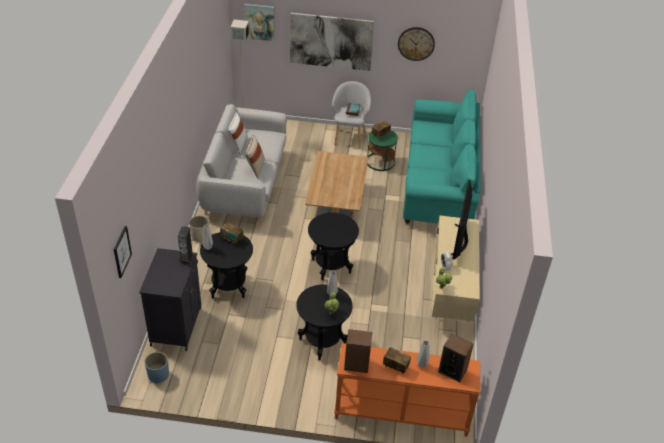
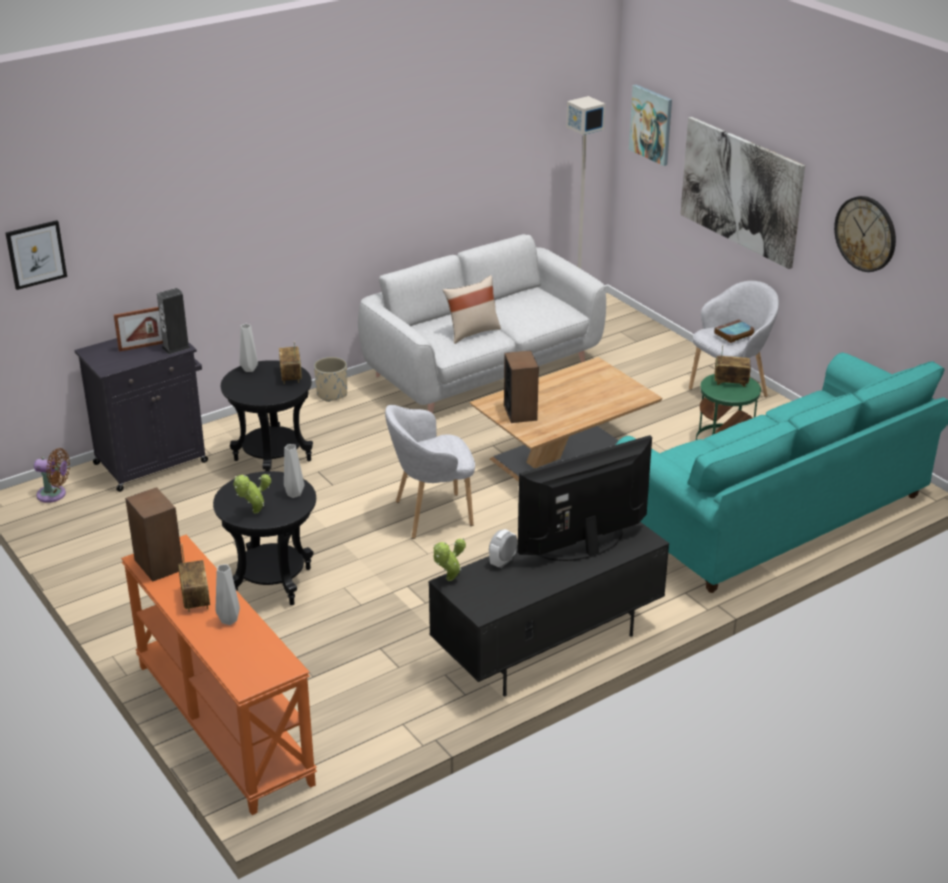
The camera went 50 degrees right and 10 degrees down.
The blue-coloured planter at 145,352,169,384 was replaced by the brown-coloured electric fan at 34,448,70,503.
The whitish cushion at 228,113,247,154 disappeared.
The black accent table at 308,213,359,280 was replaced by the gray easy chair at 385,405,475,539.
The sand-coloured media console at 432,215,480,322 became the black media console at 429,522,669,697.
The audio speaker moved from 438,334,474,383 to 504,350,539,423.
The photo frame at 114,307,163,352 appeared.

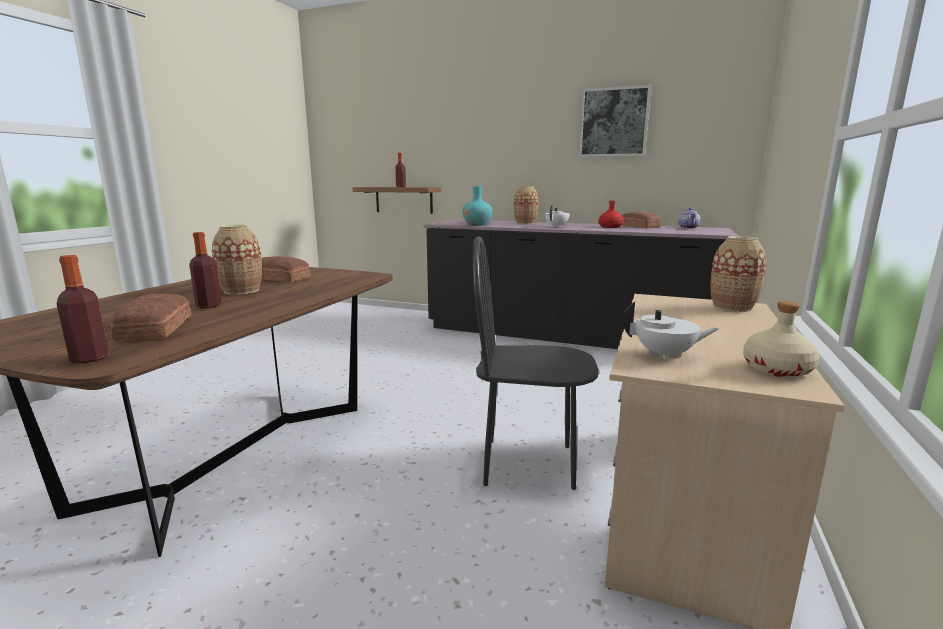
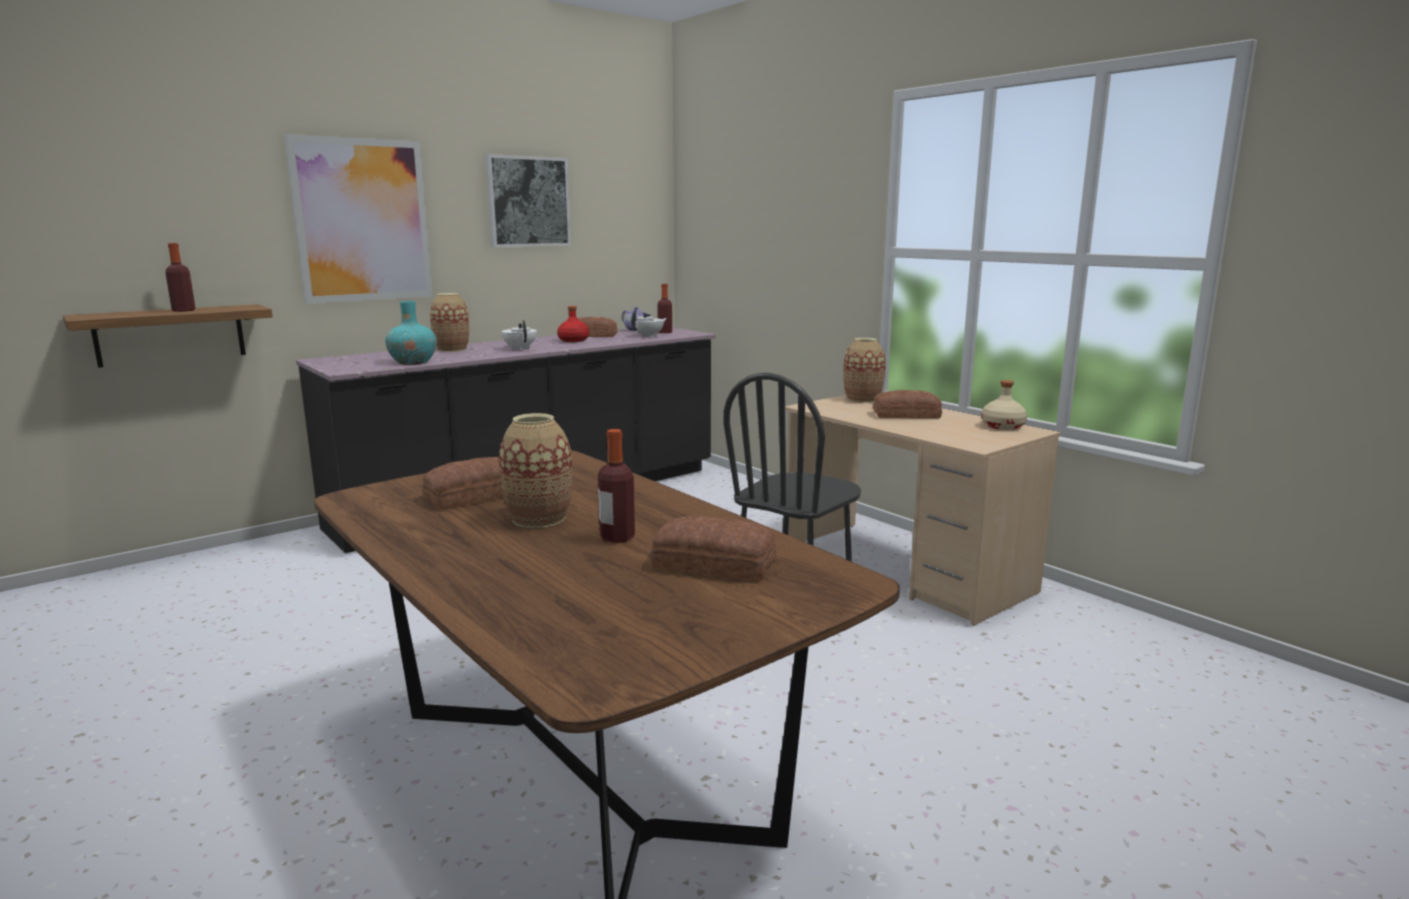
The camera went 60 degrees left and 0 degrees up.
The beverage bottle moved from 57,255,109,363 to 657,284,672,333.
The whitish teapot moved from 623,302,719,361 to 631,310,667,337.
The wall art at 284,134,433,304 appeared.
The baked bread at 873,390,942,419 appeared.

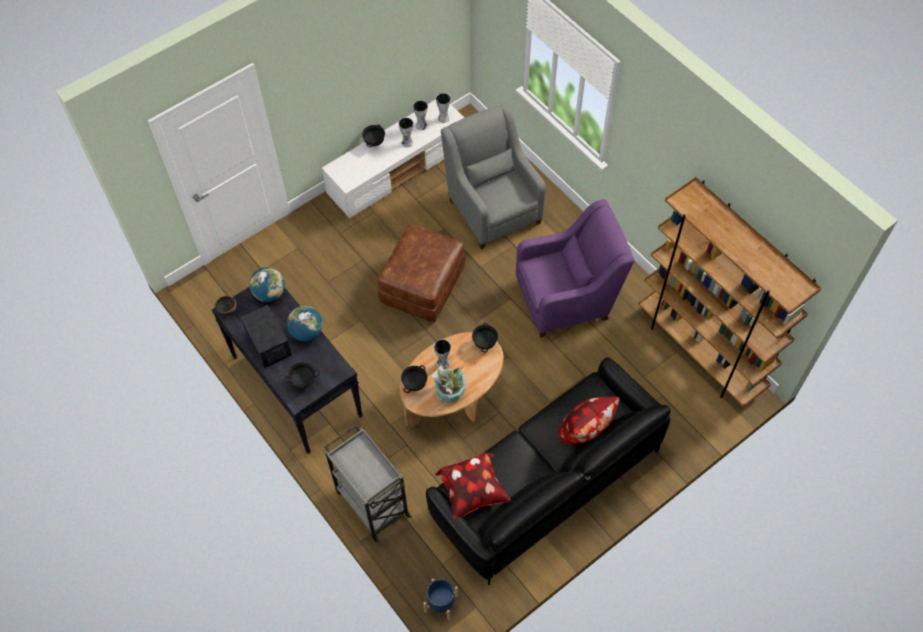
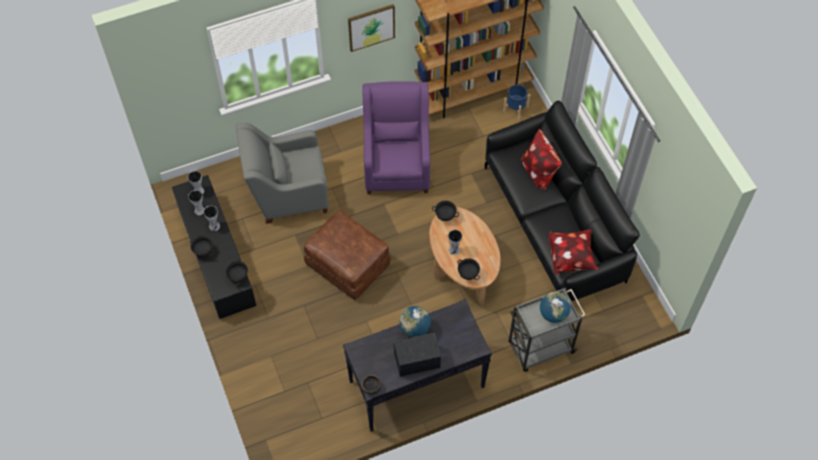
The camera went 75 degrees left and 0 degrees up.
The desk globe moved from 249,267,285,302 to 540,292,571,323.
The black deep dish moved from 284,362,320,389 to 226,259,248,285.
The whitish media console at 322,100,464,218 became the black media console at 172,175,256,319.
The blue-coloured planter moved from 423,579,458,620 to 503,85,530,119.
The plant in a pot at 431,365,466,403 disappeared.
The wall art at 348,4,395,52 appeared.

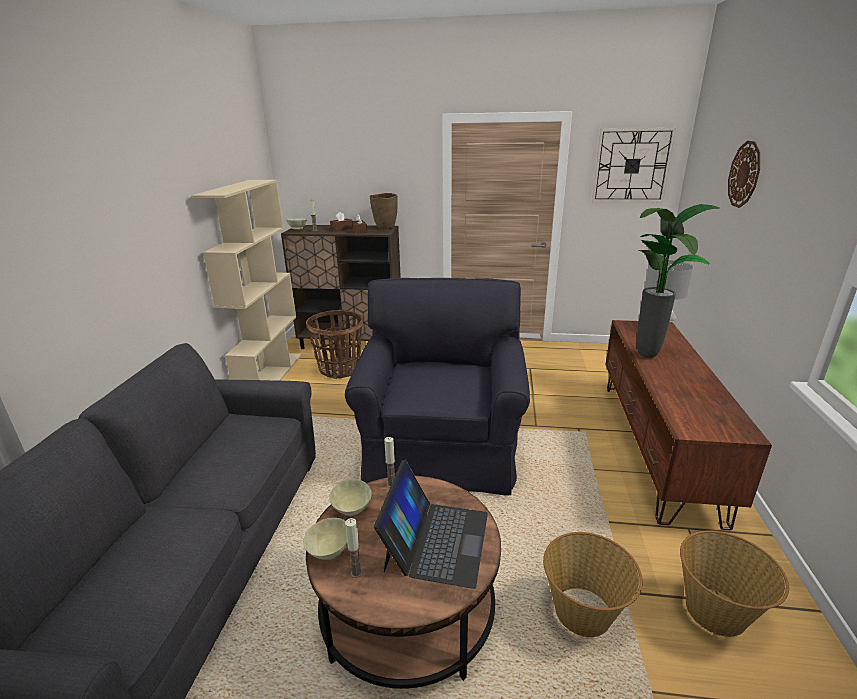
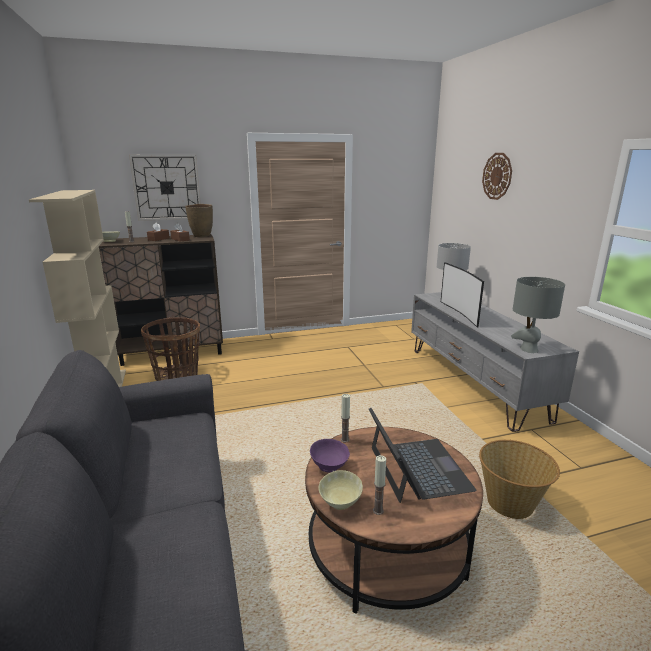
The camera went 25 degrees left and 5 degrees down.
The sand-coloured deep dish at 329,479,372,516 became the purplish deep dish at 310,439,350,472.
The black easy chair at 345,278,530,495 disappeared.
The wall clock moved from 592,128,676,202 to 129,155,201,221.
The brown-coloured media console at 606,320,772,530 became the gray media console at 411,292,579,432.
The plant in a pot at 637,204,720,358 was replaced by the television at 441,262,484,328.
The basket at 680,531,789,637 disappeared.
The gray tabletop lamp at 511,277,565,353 appeared.

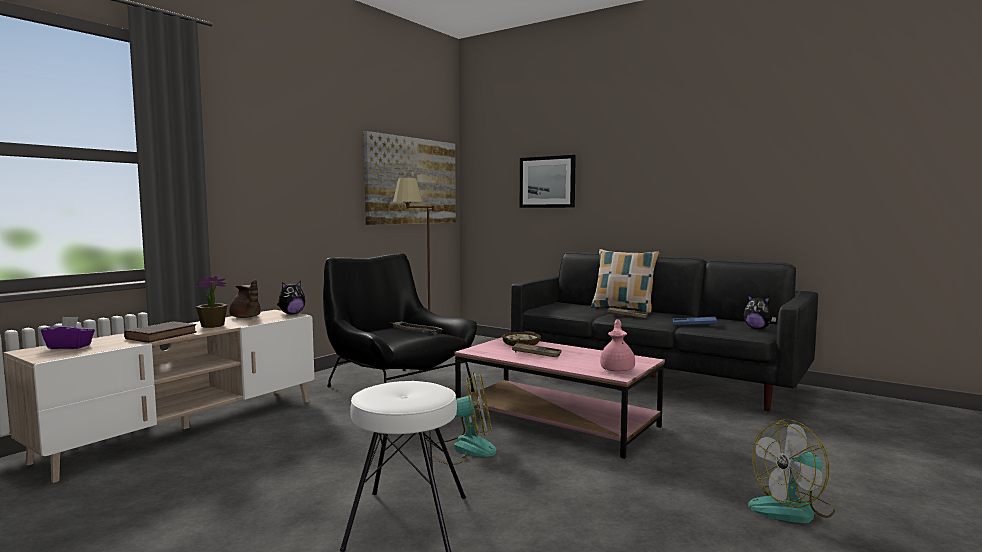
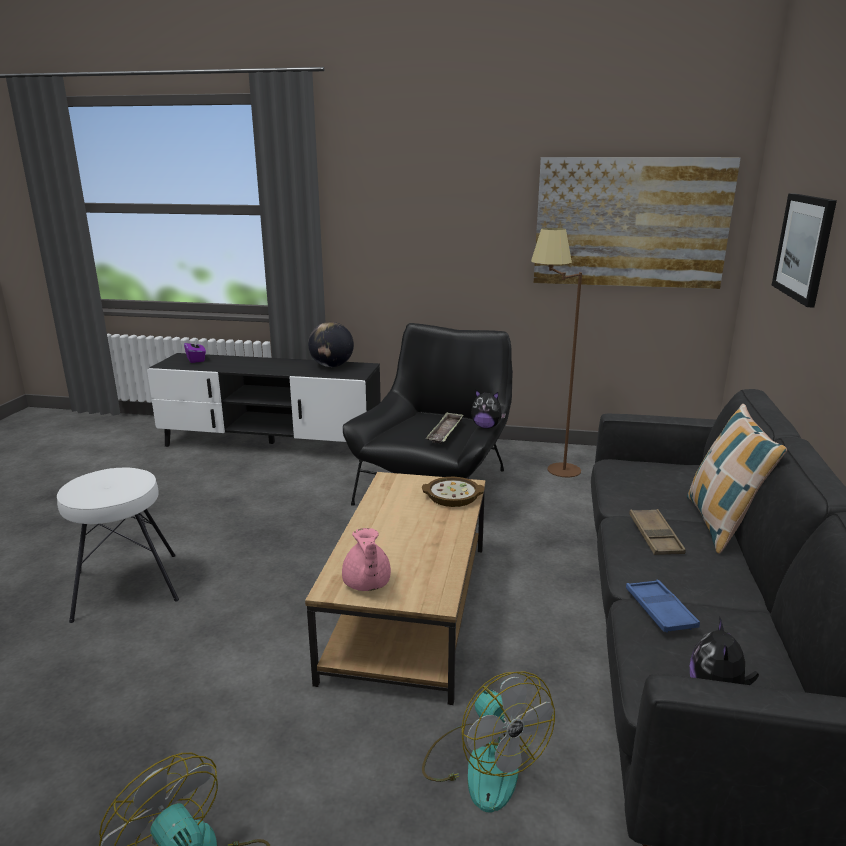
The camera went 65 degrees right and 15 degrees up.
The sand-coloured media console at 3,310,314,483 became the black media console at 147,353,381,461.
The brown-coloured volume at 124,321,197,343 disappeared.
The plant in a pot at 196,276,227,328 disappeared.
The brown-coloured teapot at 229,280,261,318 was replaced by the desk globe at 308,322,354,367.
The plush toy moved from 277,281,305,315 to 471,390,506,428.
The electric fan moved from 432,372,497,465 to 422,671,555,812.
The pinkish lounge table at 454,337,665,459 became the brown-coloured lounge table at 305,472,486,705.
The brown-coloured serving tray at 512,343,561,357 disappeared.
The pinkish teapot at 600,319,635,372 turned 90 degrees clockwise.

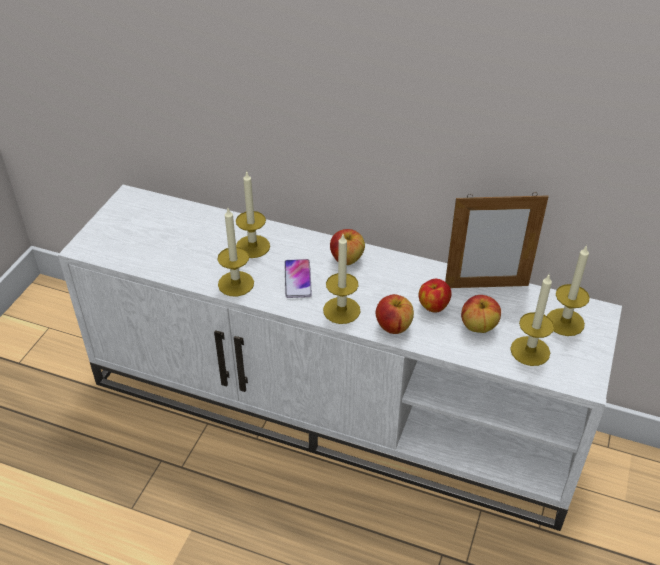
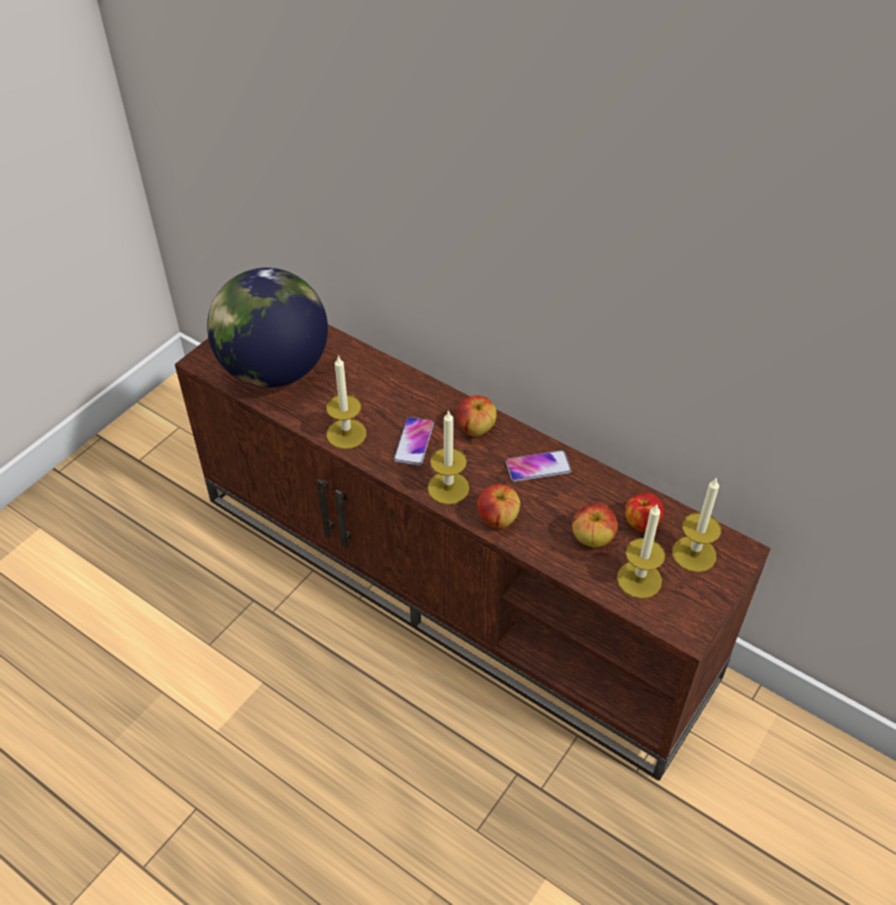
The camera went 15 degrees right and 5 degrees up.
The whitish media console at 58,185,622,531 became the brown-coloured media console at 175,325,771,781.
The wax light at 236,171,270,258 disappeared.
The apple fruit moved from 419,279,451,312 to 625,493,664,532.
The photo frame at 445,192,549,288 disappeared.
The desk globe at 207,268,328,388 appeared.
The telephone at 506,450,572,482 appeared.

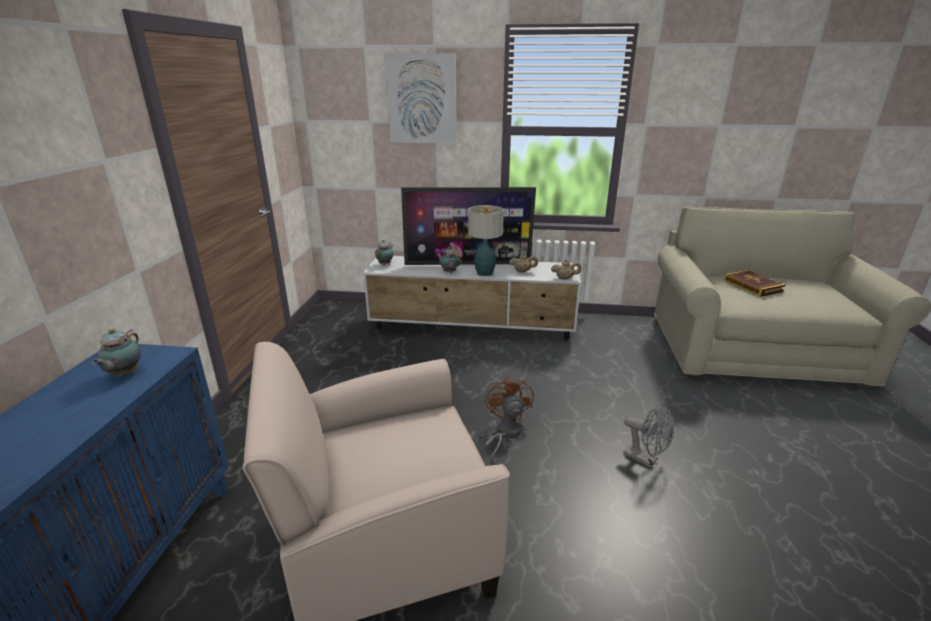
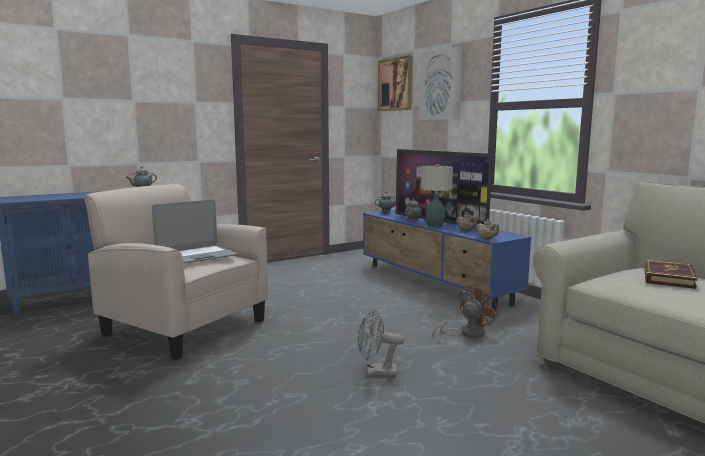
The camera went 50 degrees right and 15 degrees down.
The whitish media console at 363,256,581,340 became the blue-coloured media console at 363,210,532,311.
The brown-coloured electric fan moved from 485,376,534,458 to 432,283,498,338.
The gray electric fan at 623,404,674,468 turned 90 degrees clockwise.
The portable computer at 152,200,237,264 appeared.
The wall art at 378,55,412,111 appeared.

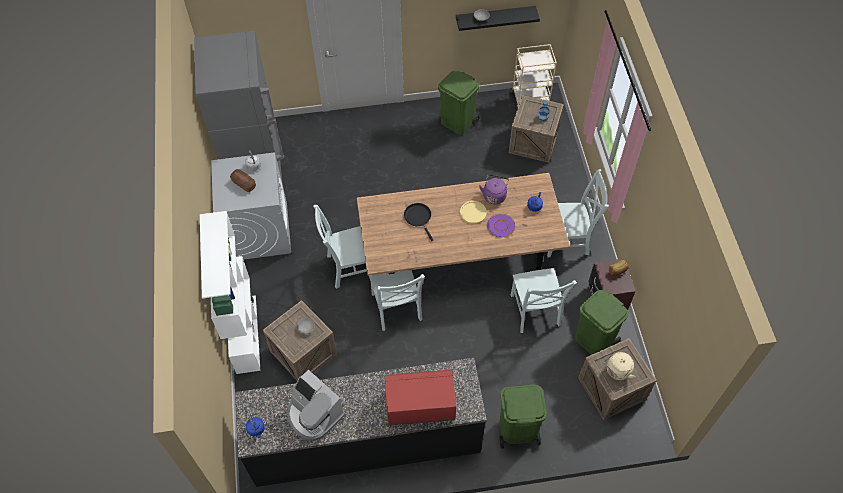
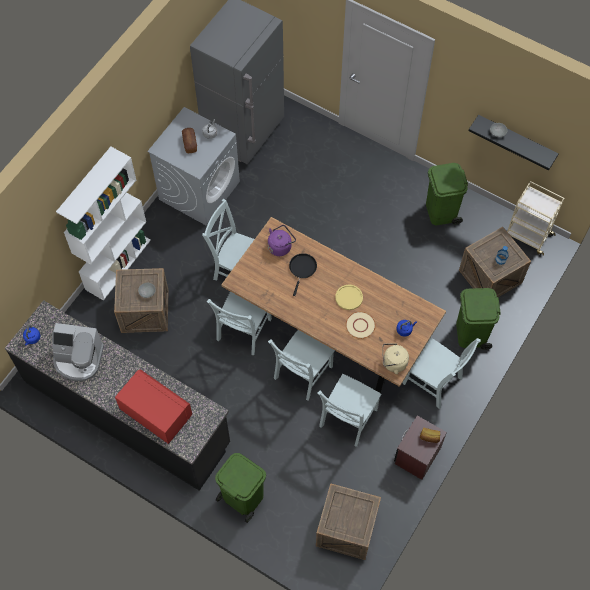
The camera went 40 degrees right and 5 degrees up.
The coffee maker at 287,370,344,441 turned 75 degrees counterclockwise.
The purplish tea kettle moved from 479,174,509,205 to 268,225,296,256.
The purplish plate at 487,214,516,238 became the sand-coloured plate at 346,312,376,339.
The green waste bin moved from 575,290,629,355 to 456,288,501,350.
The sand-coloured tea kettle moved from 604,352,636,380 to 382,343,409,374.
The gray chair at 268,330,335,401 appeared.

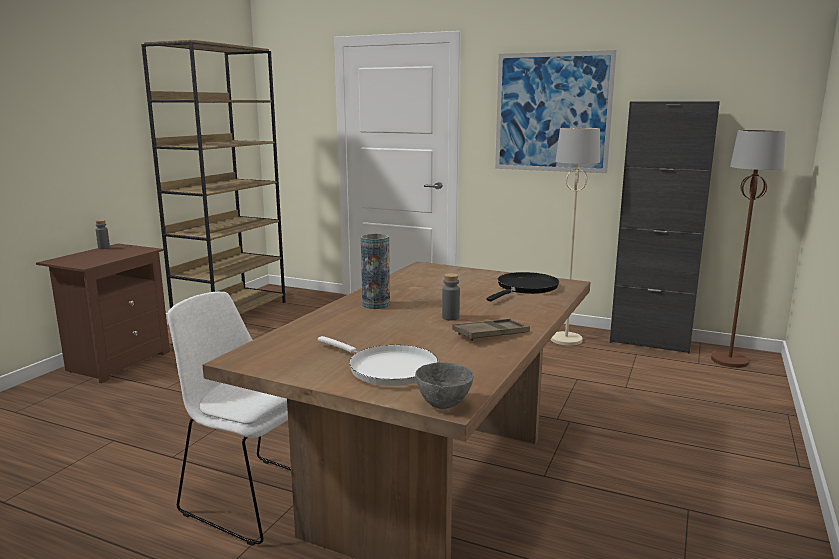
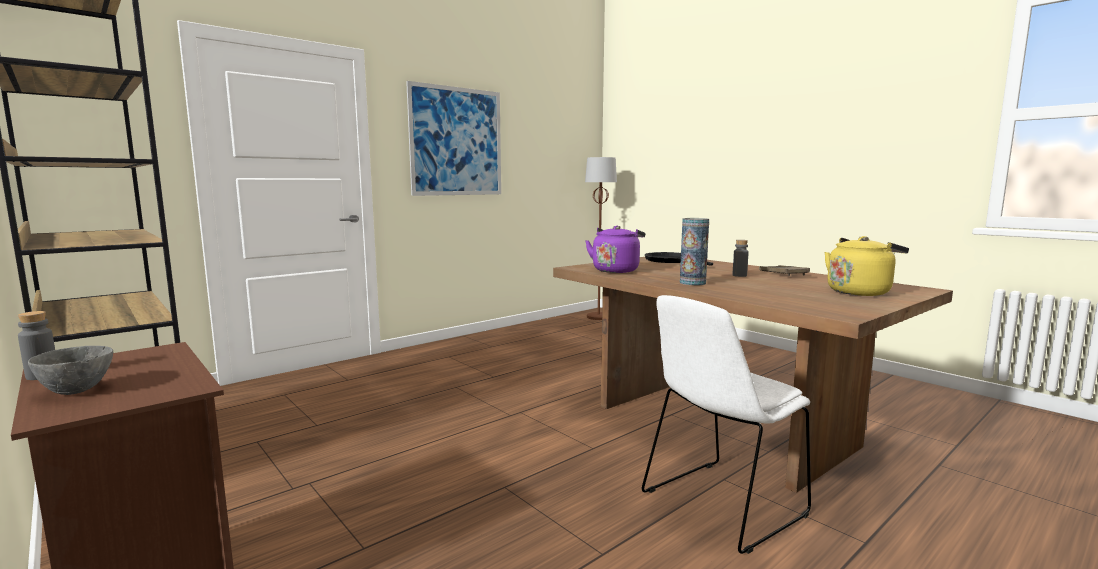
The camera went 65 degrees left and 5 degrees down.
The whitish skillet at 318,336,438,386 was replaced by the yellow-coloured tea kettle at 824,236,909,296.
The gray deep dish moved from 415,362,474,409 to 28,346,113,395.
The sand-coloured standing lamp at 550,128,600,346 disappeared.
The black cabinet at 610,101,720,354 disappeared.
The purplish tea kettle at 585,226,645,273 appeared.

